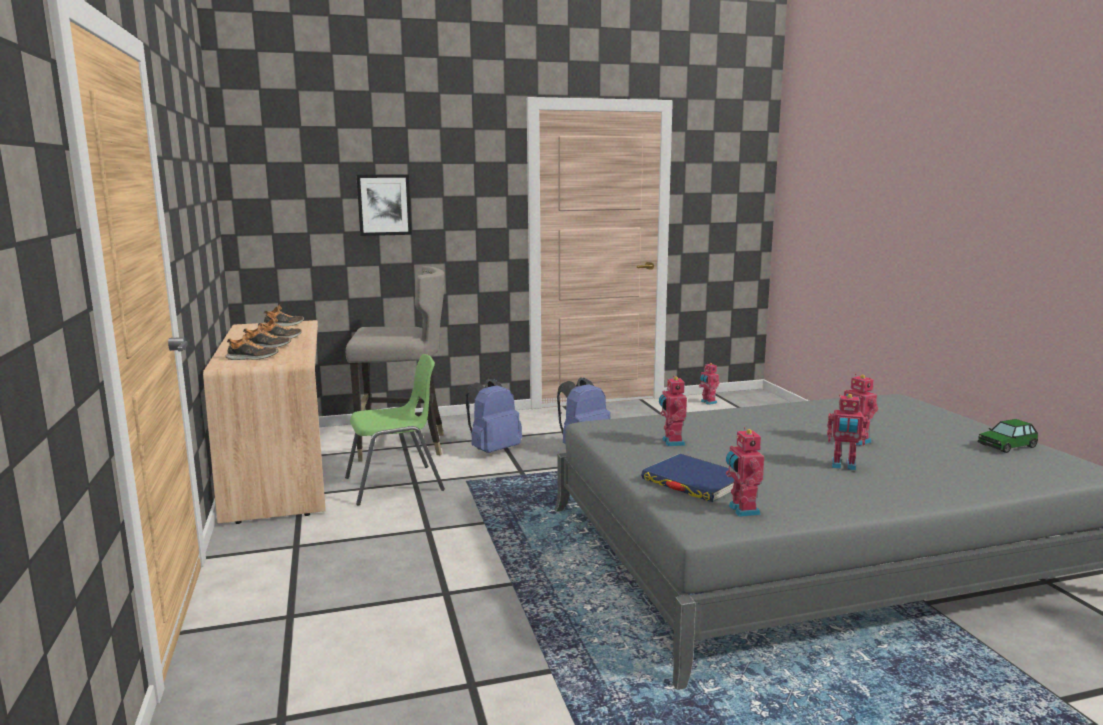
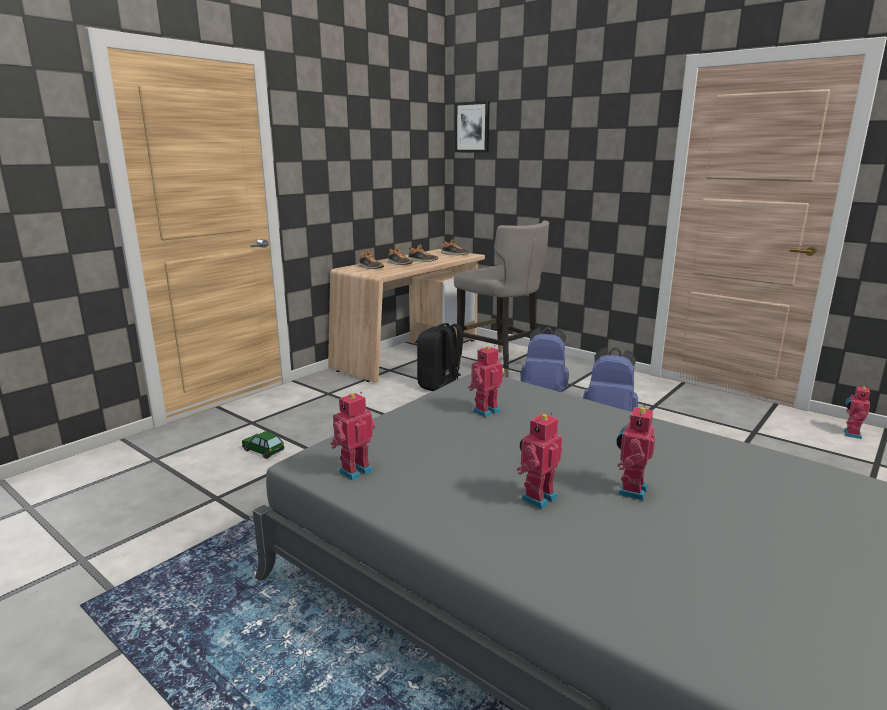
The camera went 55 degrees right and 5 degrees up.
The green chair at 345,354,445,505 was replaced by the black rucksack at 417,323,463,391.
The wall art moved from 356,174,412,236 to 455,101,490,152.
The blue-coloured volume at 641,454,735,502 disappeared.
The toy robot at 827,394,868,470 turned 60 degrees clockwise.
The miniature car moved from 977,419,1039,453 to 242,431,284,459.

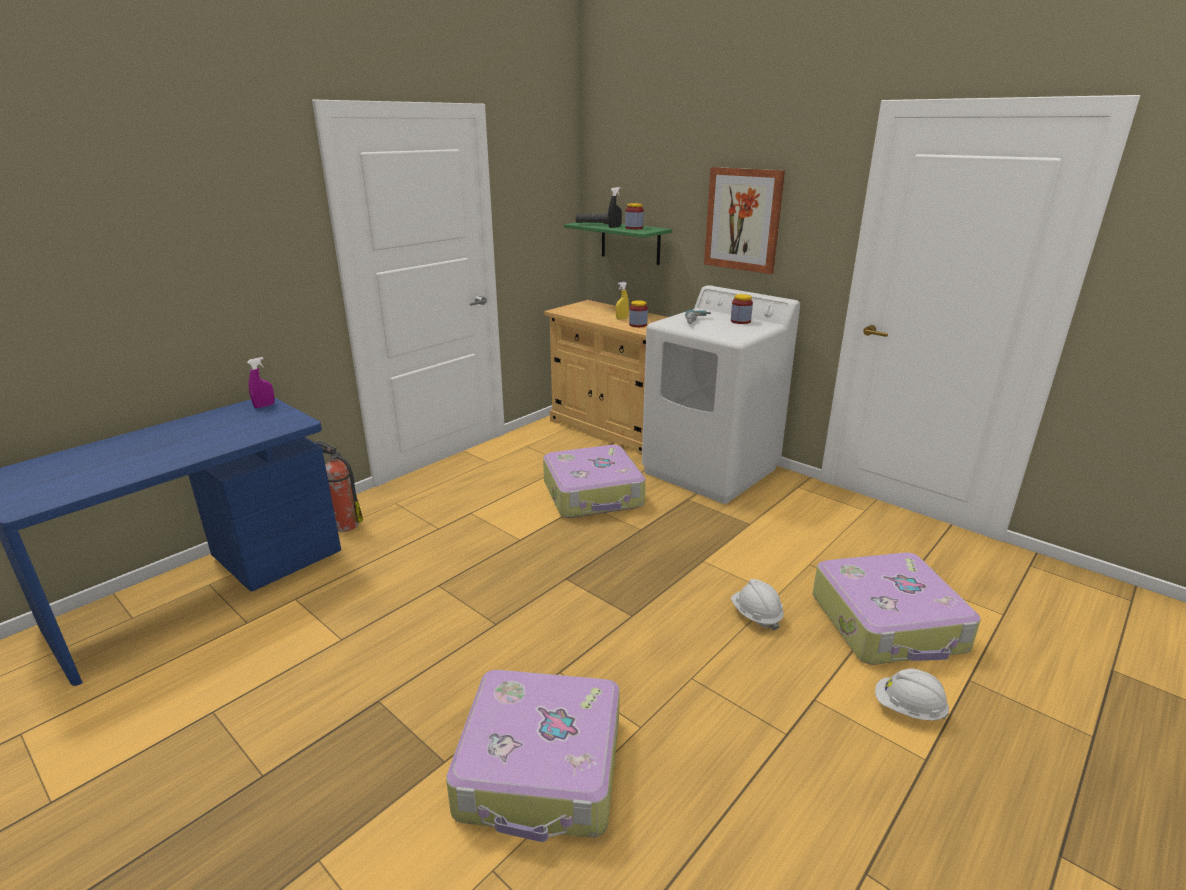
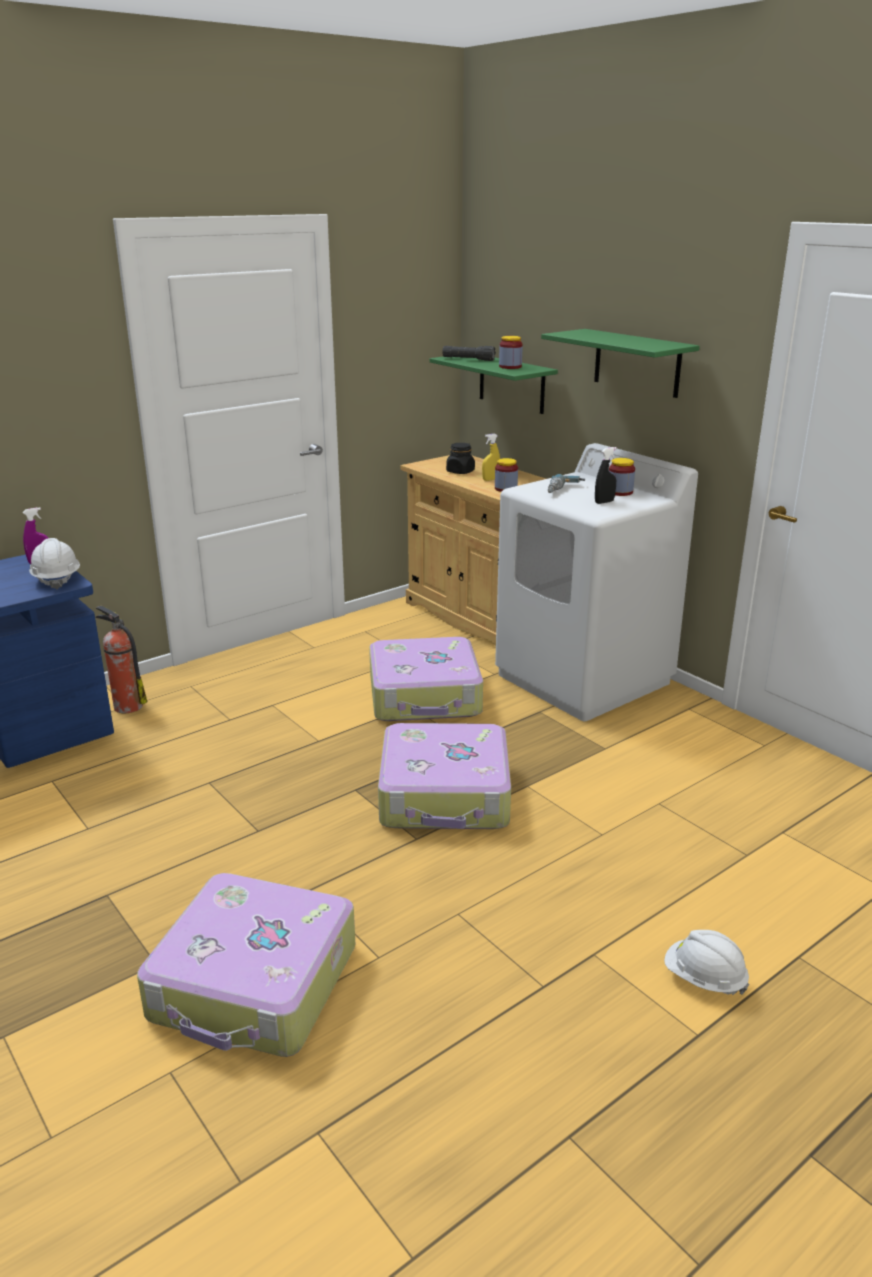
The camera went 10 degrees right and 0 degrees up.
The black spray bottle moved from 608,187,622,228 to 595,447,617,504.
The wall art at 704,167,785,274 was replaced by the green shelf at 541,329,700,398.
The whitish safety helmet moved from 731,579,784,630 to 29,538,80,590.
The piece of luggage moved from 812,552,981,665 to 378,723,511,829.
The black preserve jar at 446,443,475,474 appeared.

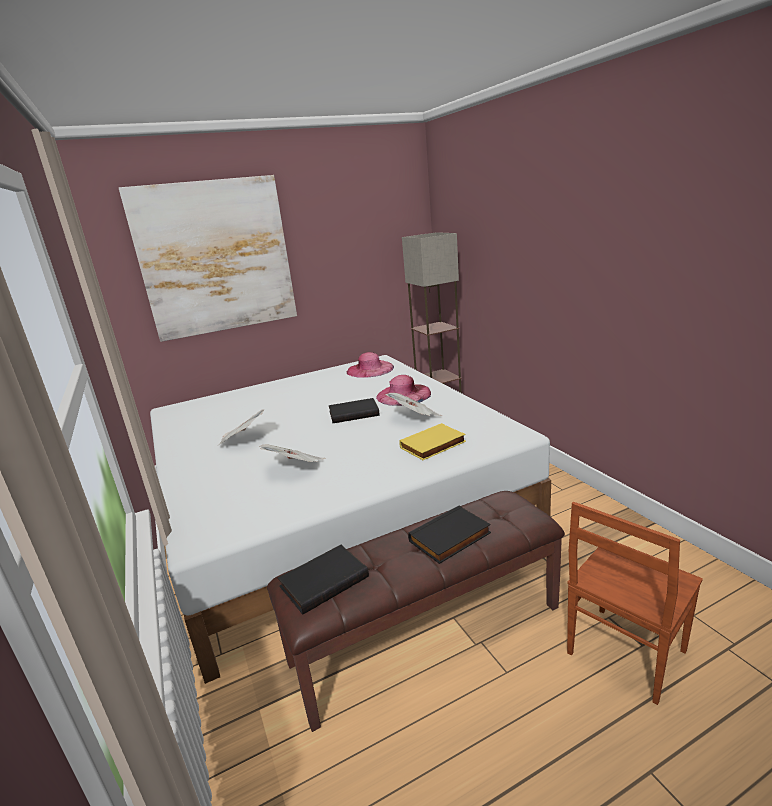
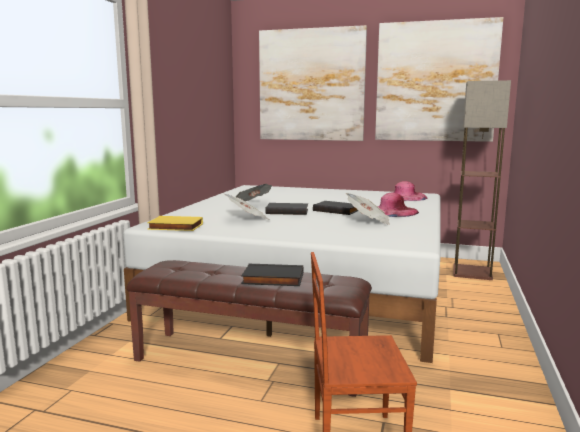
The camera went 40 degrees right and 10 degrees down.
The black volume moved from 278,545,369,615 to 266,203,308,215.
The yellow-coloured volume moved from 399,423,466,460 to 147,216,203,231.
The wall art at 375,17,503,142 appeared.

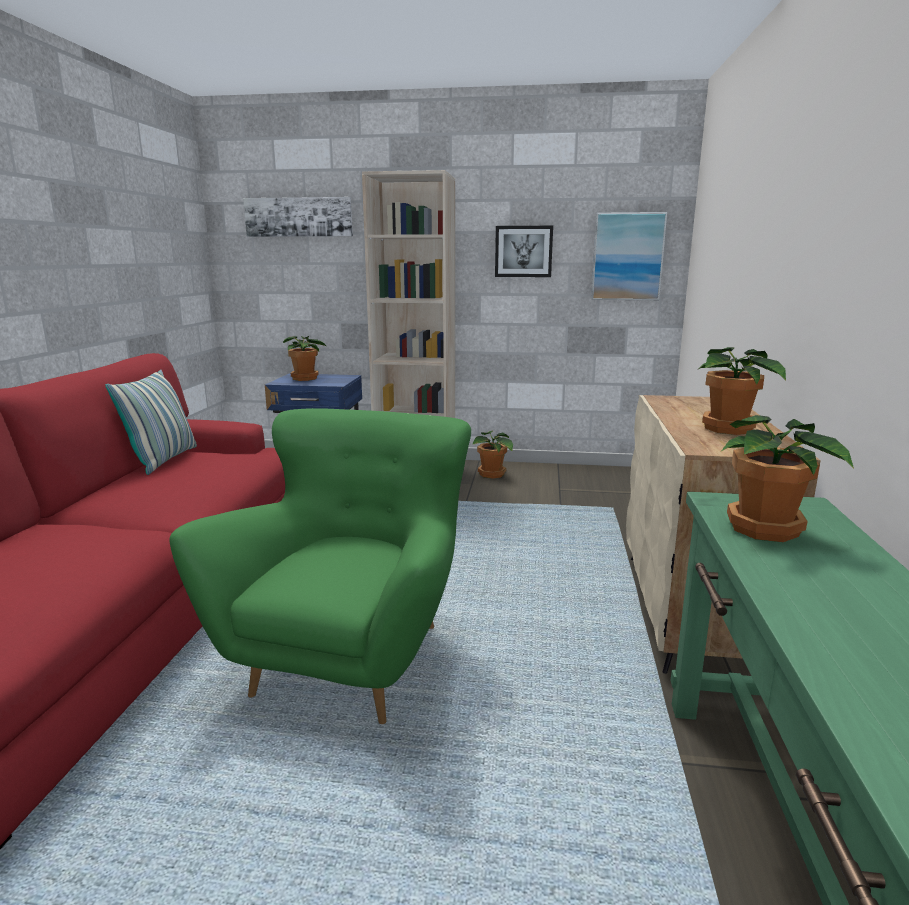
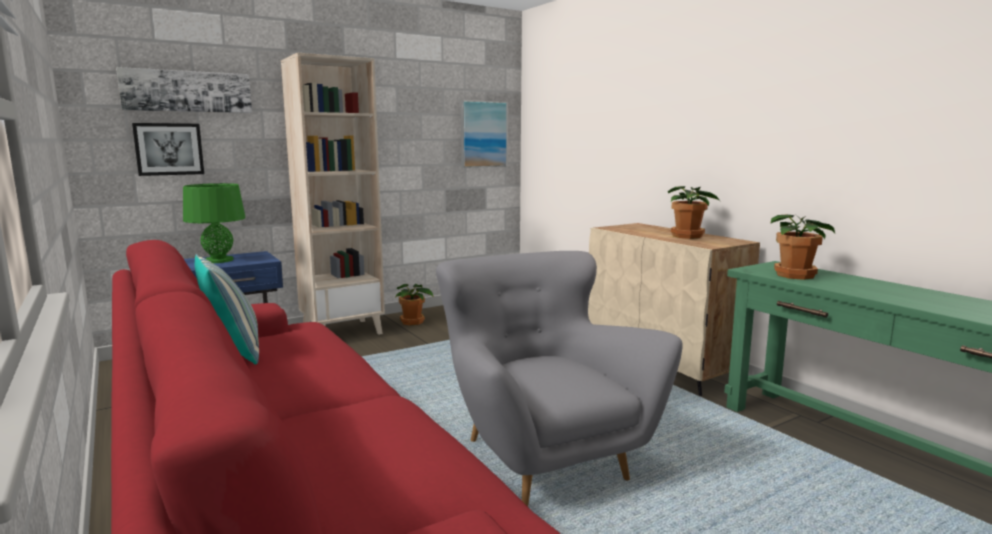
The camera went 40 degrees left and 5 degrees down.
The green easy chair at 170,408,471,724 became the gray easy chair at 436,251,683,507.
The plant in a pot at 283,336,328,381 was replaced by the green tabletop lamp at 183,183,245,263.
The wall art moved from 495,226,553,277 to 132,123,204,176.

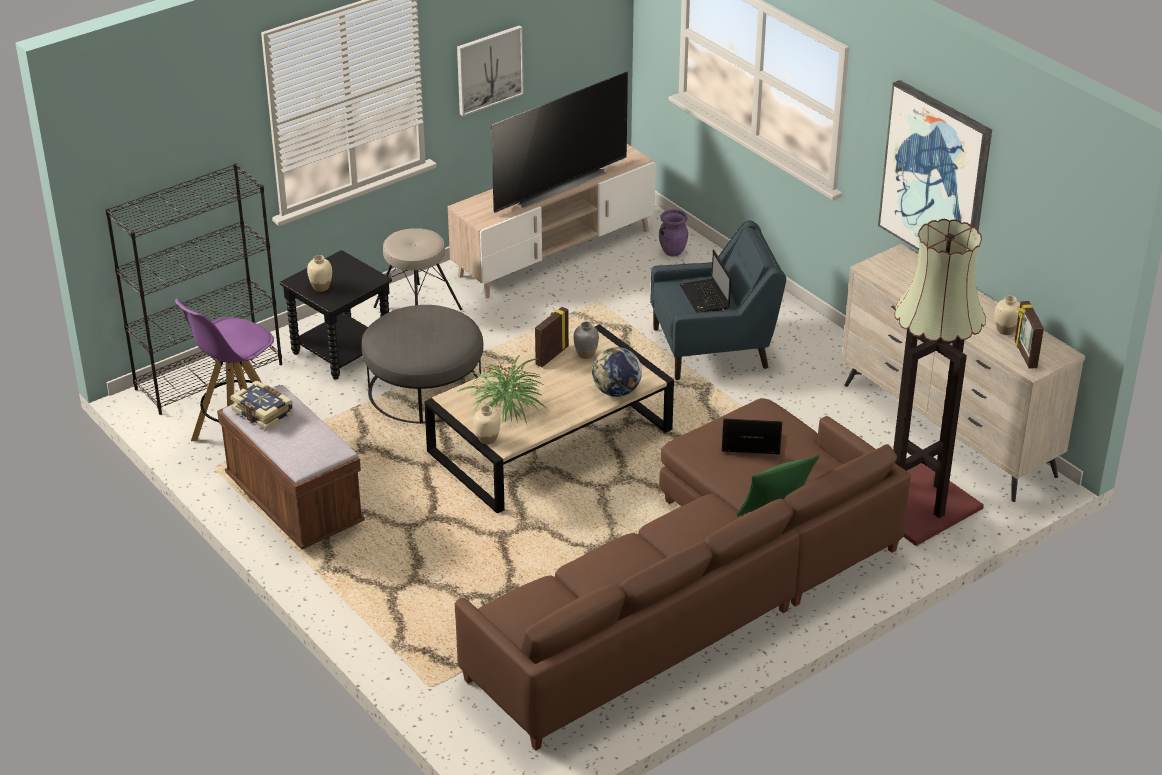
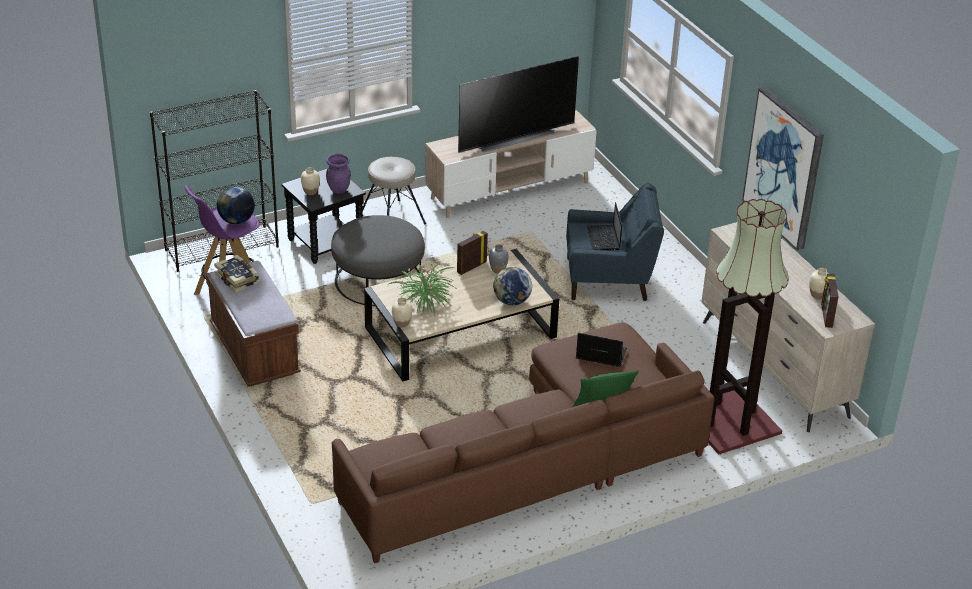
The camera went 10 degrees right and 0 degrees up.
The wall art at 457,25,524,116 disappeared.
The purplish flower vase moved from 659,209,688,257 to 326,154,351,194.
The desk globe at 217,186,255,224 appeared.

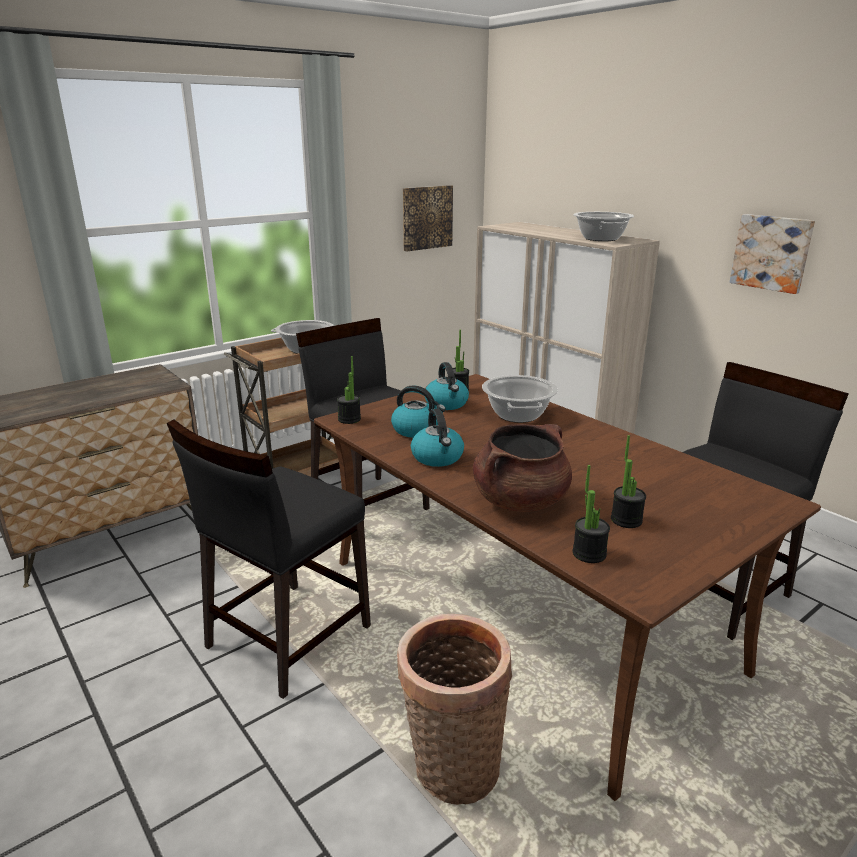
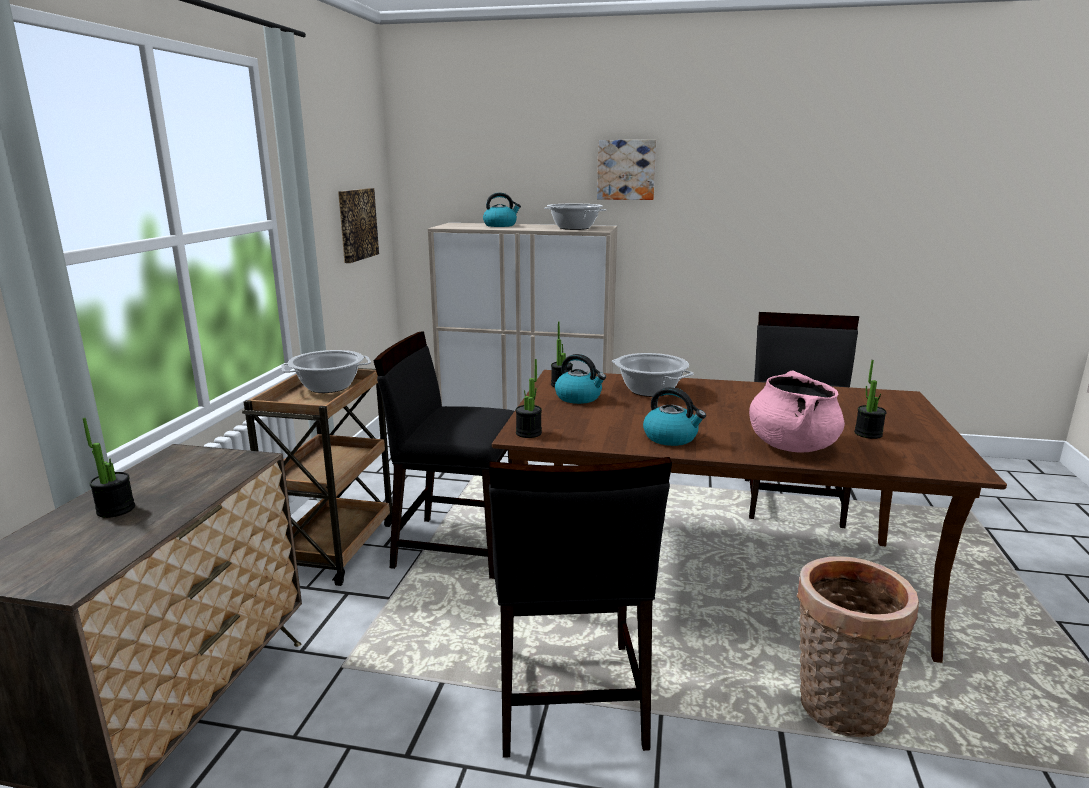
The camera went 40 degrees left and 5 degrees down.
The tea kettle moved from 391,385,446,438 to 483,193,521,227.
The brown-coloured cooking pot at 473,424,572,512 became the pinkish cooking pot at 749,371,845,452.
The plant in a pot moved from 573,465,610,563 to 82,418,135,518.
The wall art moved from 730,214,815,294 to 597,140,656,200.

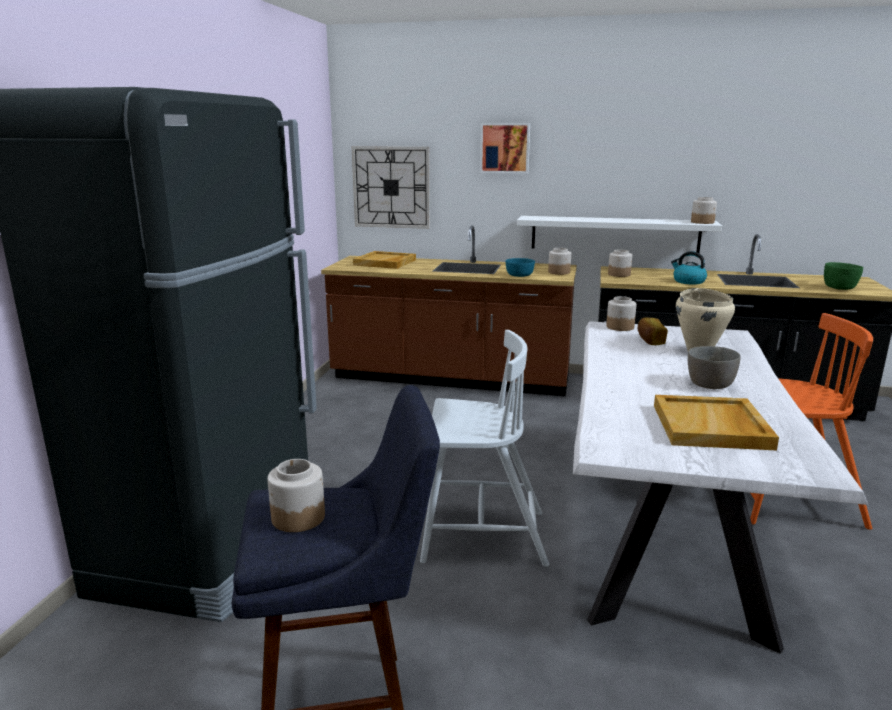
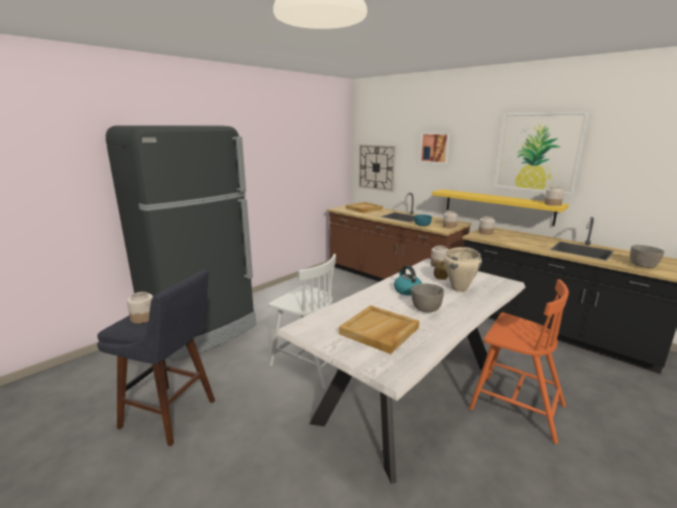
The camera went 30 degrees right and 0 degrees up.
The whitish shelf at 517,216,722,253 became the yellow-coloured shelf at 432,189,569,226.
The tea kettle moved from 671,251,707,285 to 394,265,422,296.
The green deep dish at 824,262,863,290 became the gray deep dish at 630,245,664,268.
The wall art at 494,111,590,195 appeared.

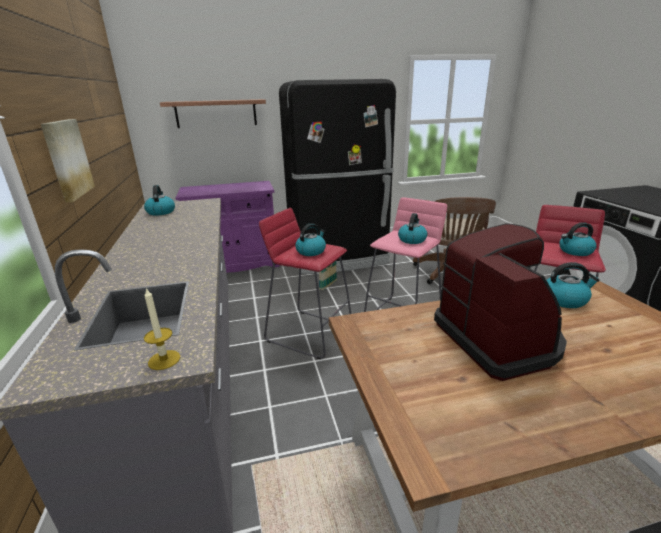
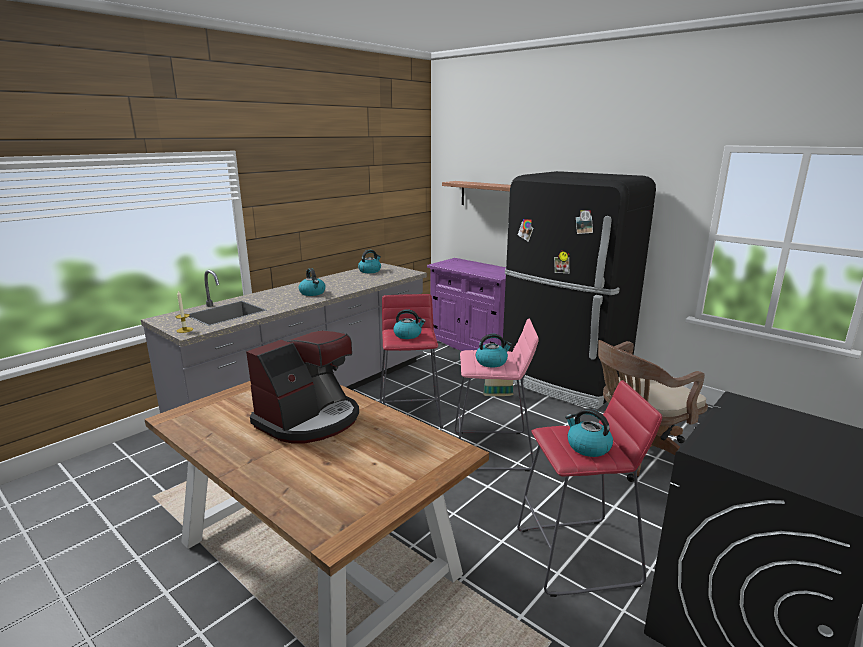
The camera went 55 degrees right and 5 degrees down.
The wall art at 41,119,95,203 disappeared.
The tea kettle moved from 546,262,599,308 to 299,268,326,296.

